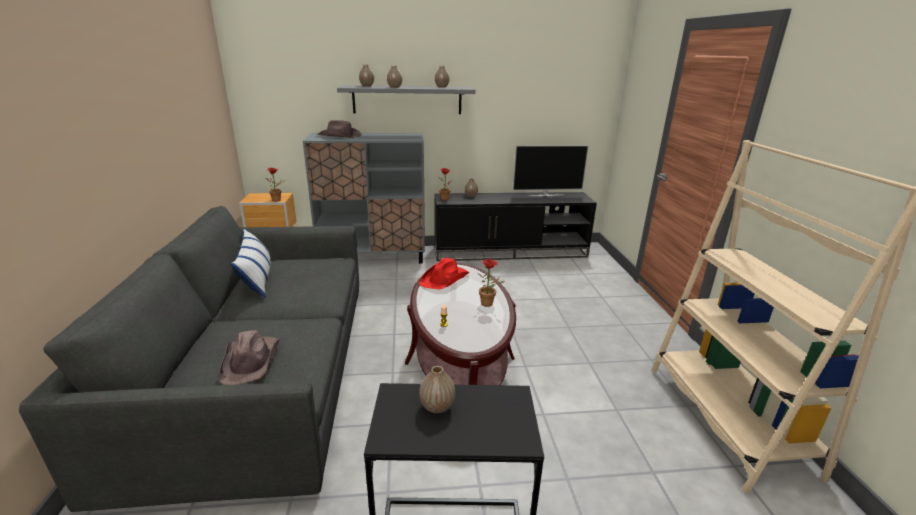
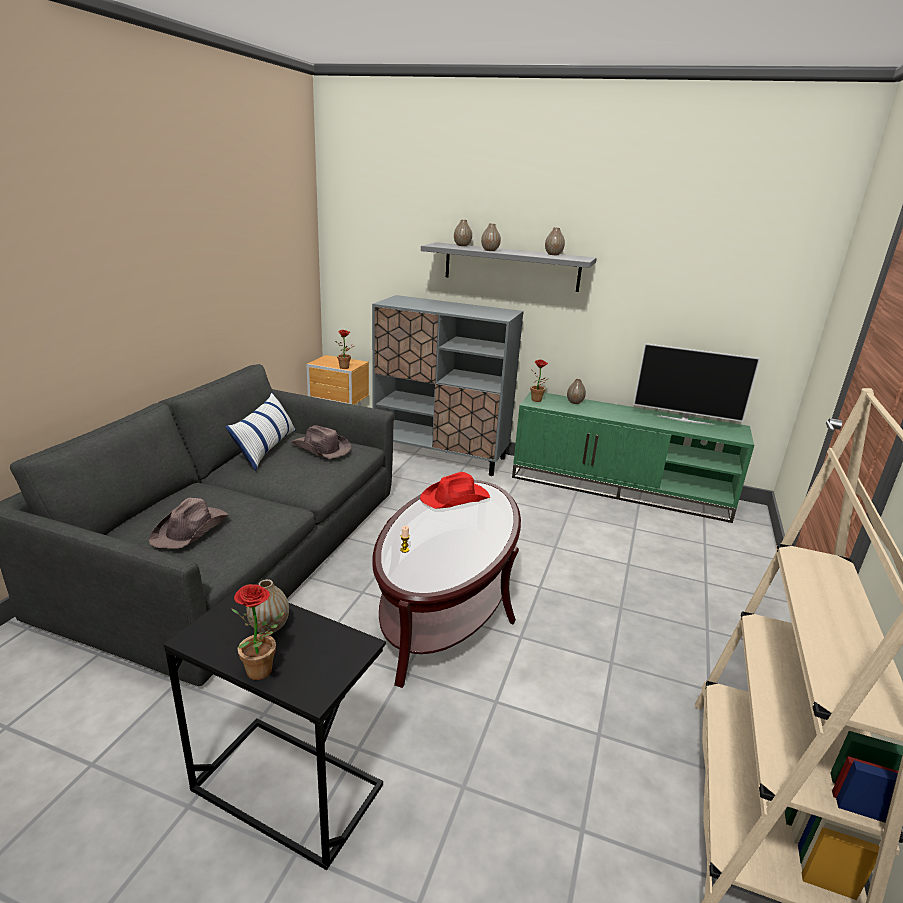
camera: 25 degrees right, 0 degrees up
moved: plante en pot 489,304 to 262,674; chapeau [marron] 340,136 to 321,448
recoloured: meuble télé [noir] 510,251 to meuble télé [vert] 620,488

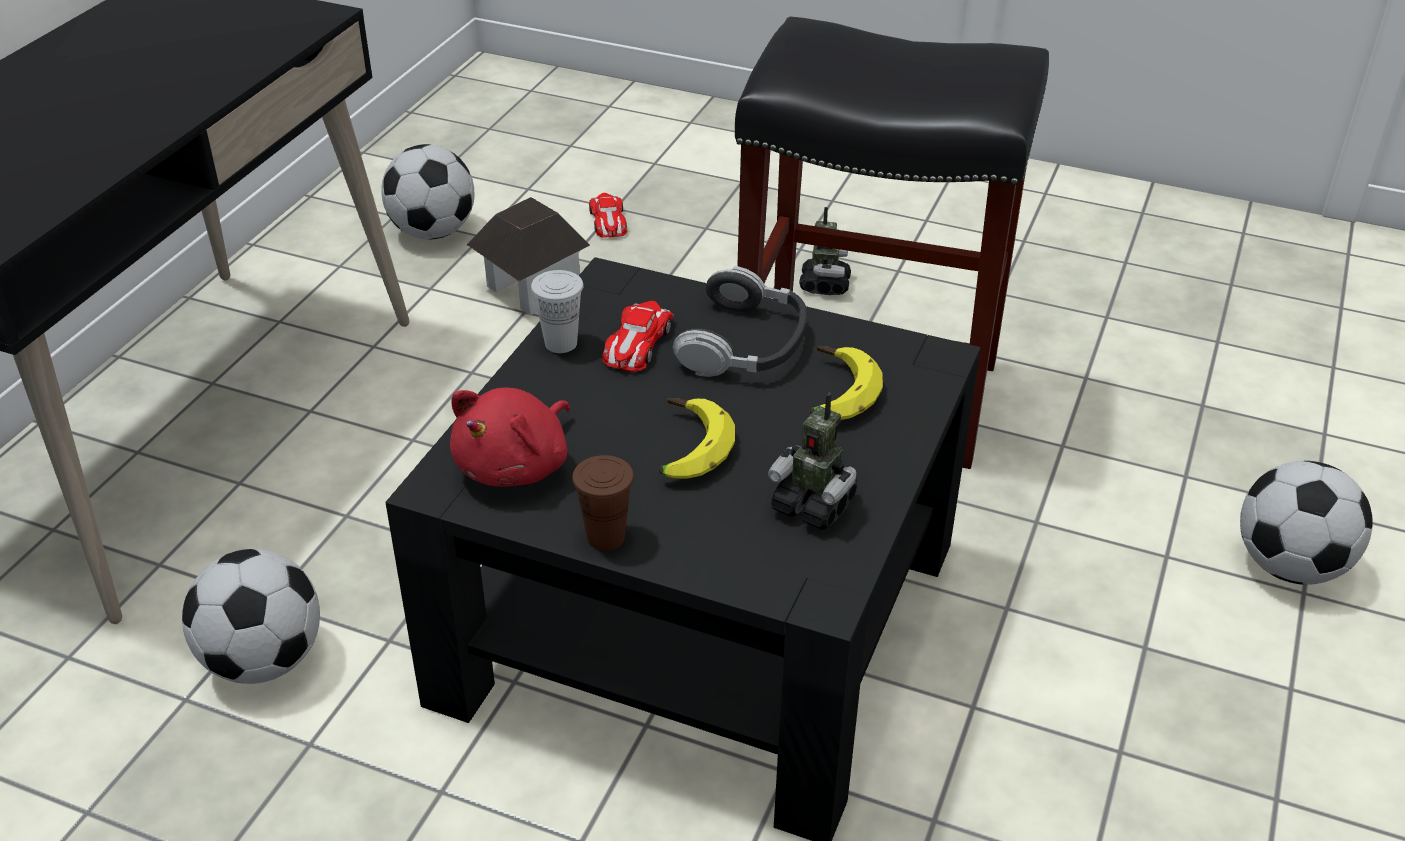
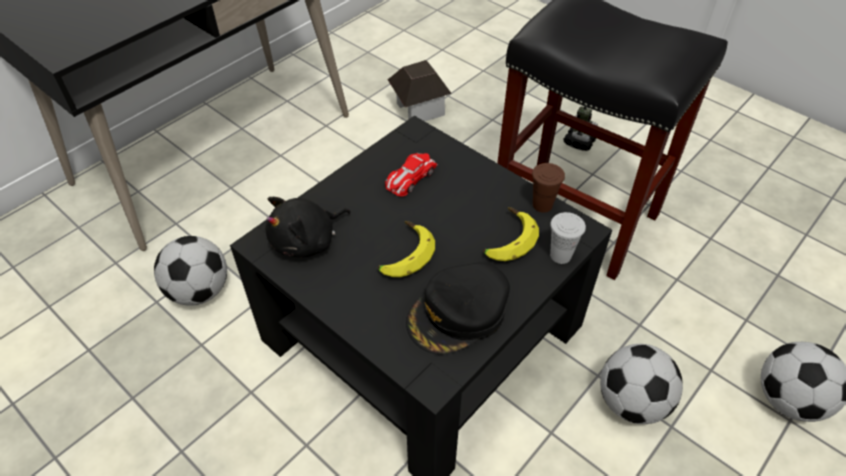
camera: 20 degrees right, 10 degrees up
removed: petite voiture 608,221; casque audio 745,343
moved: tasse [marron] 606,537 to 542,205; tasse [blanc] 561,343 to 560,255; ballon de foot 432,232 to 631,403
replaced: robot jouet 813,505 to casquette [noir] 458,314
recoloured: peluche [rouge] 516,466 to peluche [noir] 307,241

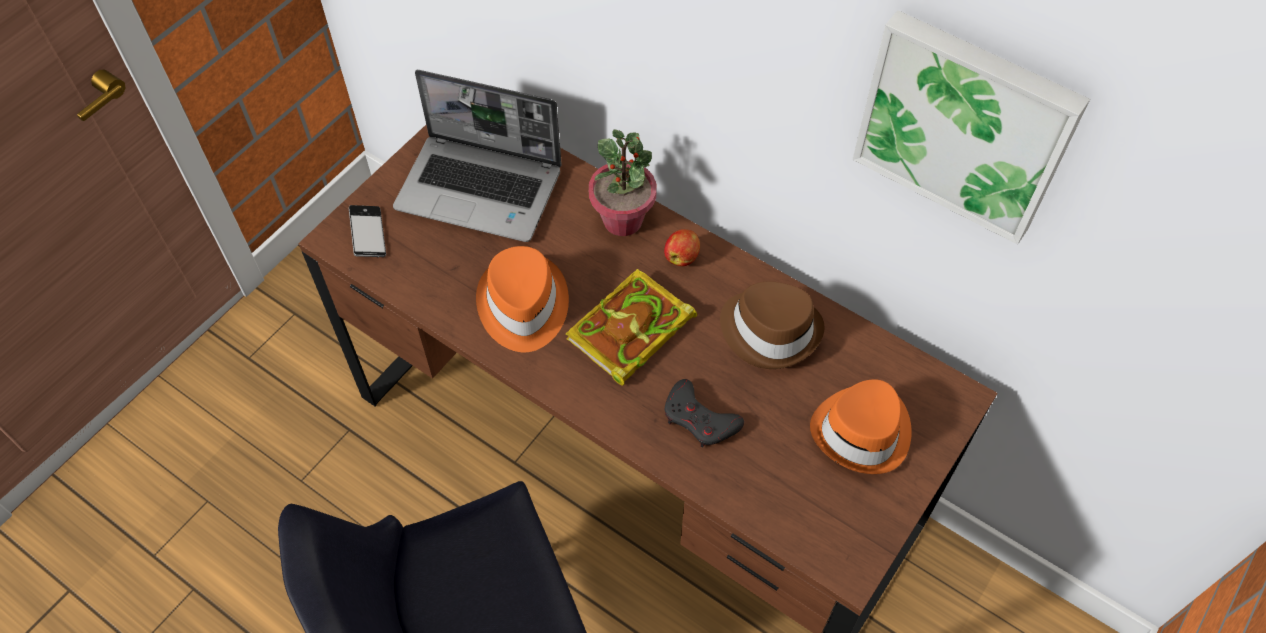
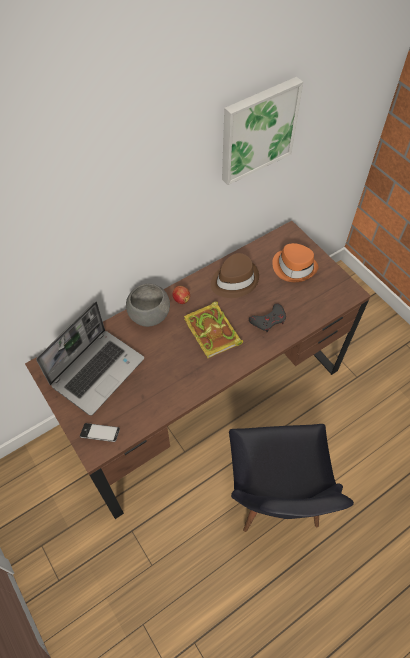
camera: 70 degrees left, 0 degrees up
removed: chapeau [orange] 522,306
replaced: plante en pot 623,220 to bol [gris] 148,315

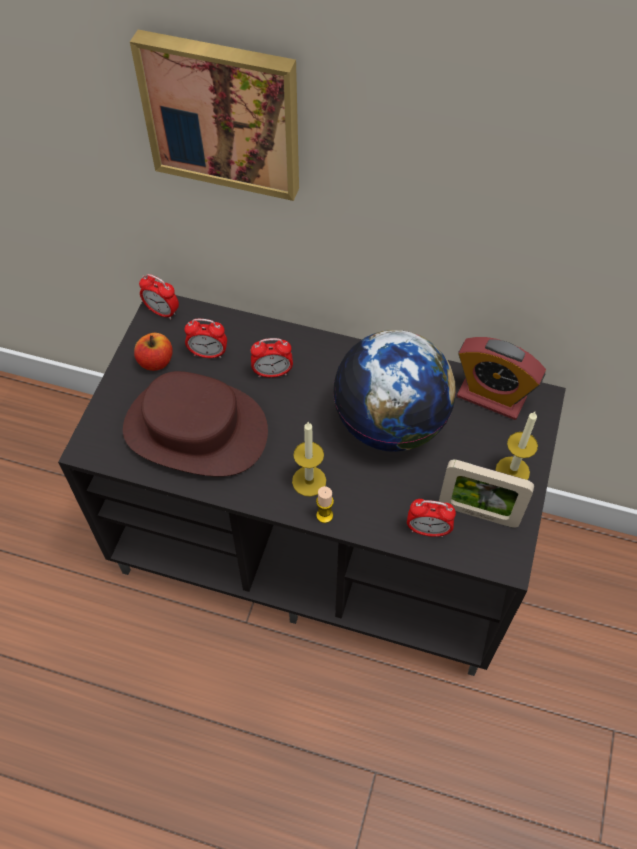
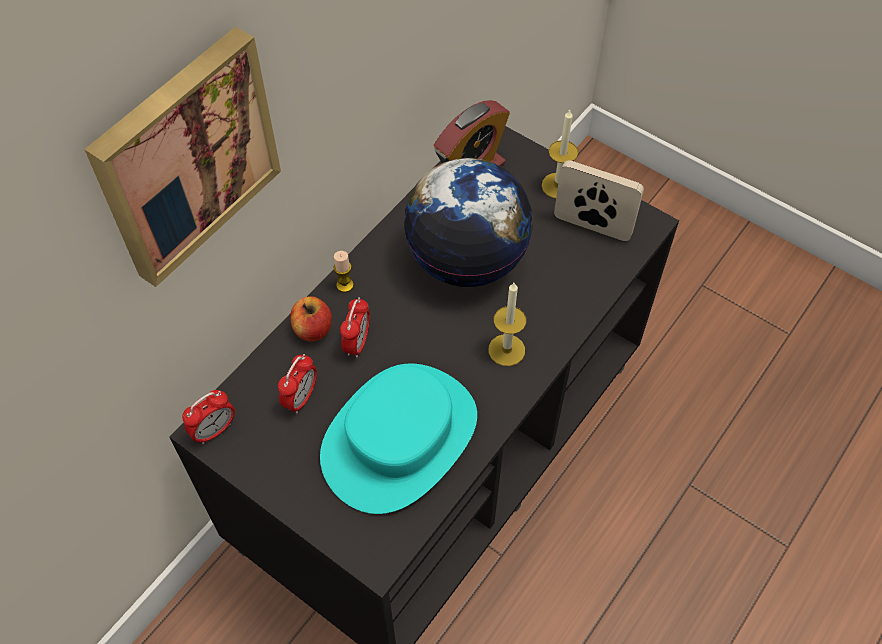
camera: 70 degrees left, 0 degrees up
removed: réveil 428,530
moved: pomme 156,361 to 313,329; bougie 324,515 to 345,285
recoloured: chapeau [marron] 195,430 to chapeau [turquoise] 400,439
turned: cadre photo 478,513 = 592,226 105 degrees counterclockwise

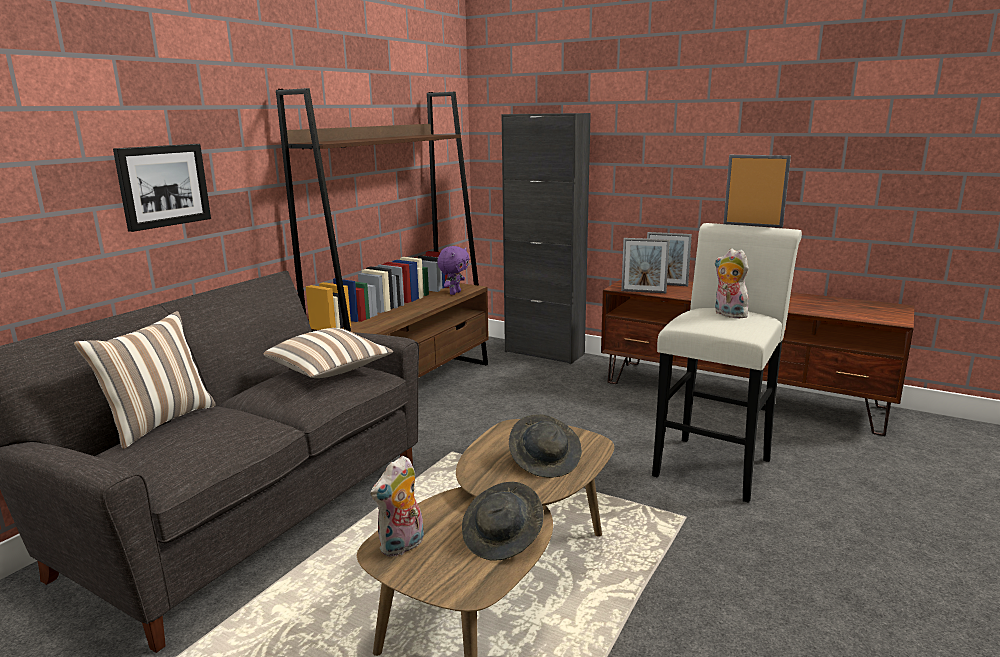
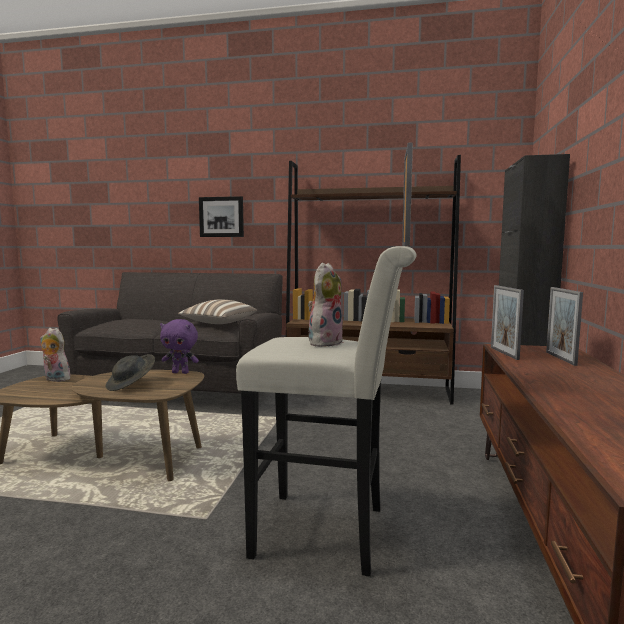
camera: 70 degrees right, 10 degrees down
removed: coussin 158,422; chapeau [gris] 503,538
moved: peluche [violet] 454,293 to 181,372

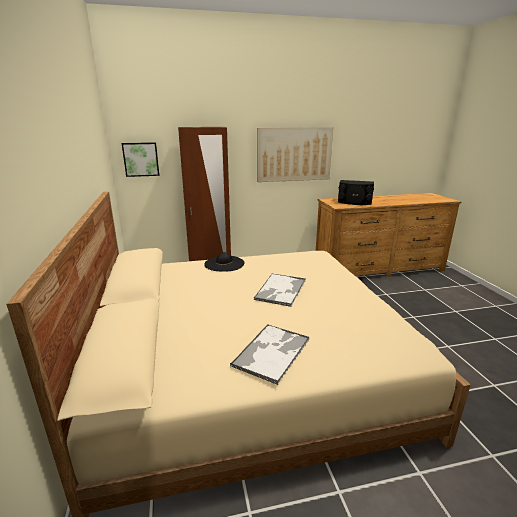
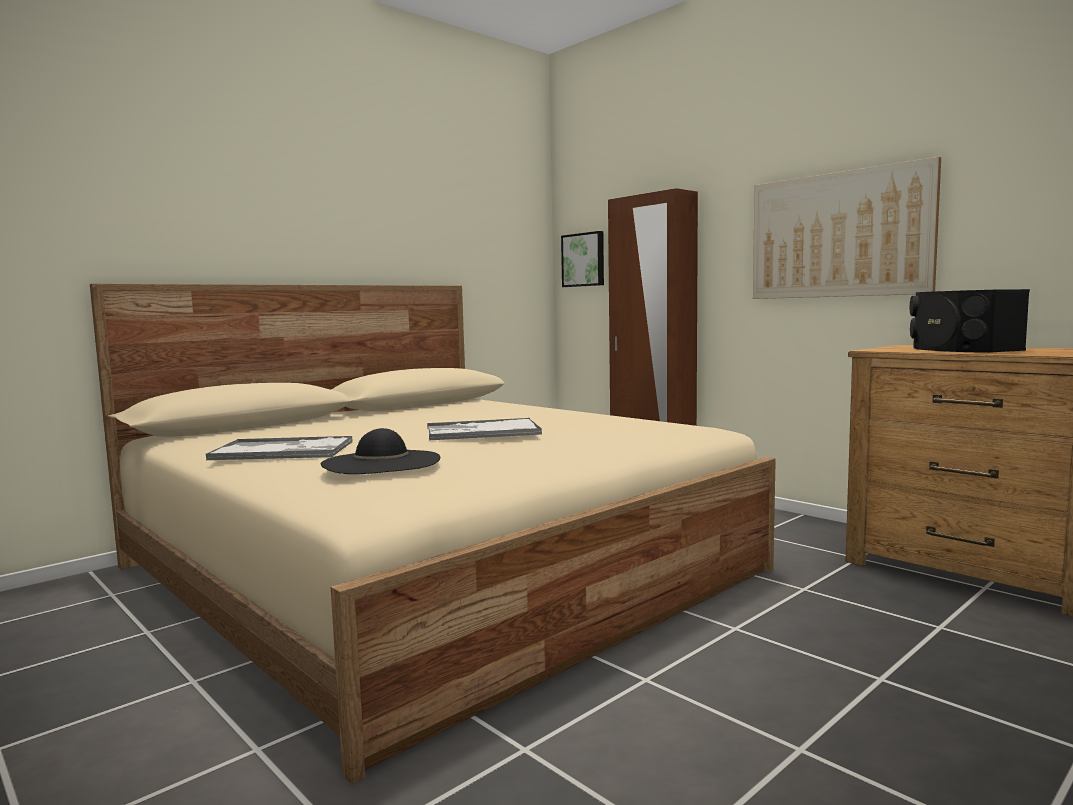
camera: 60 degrees right, 15 degrees down
moved: chapeau [noir] 224,263 to 381,462

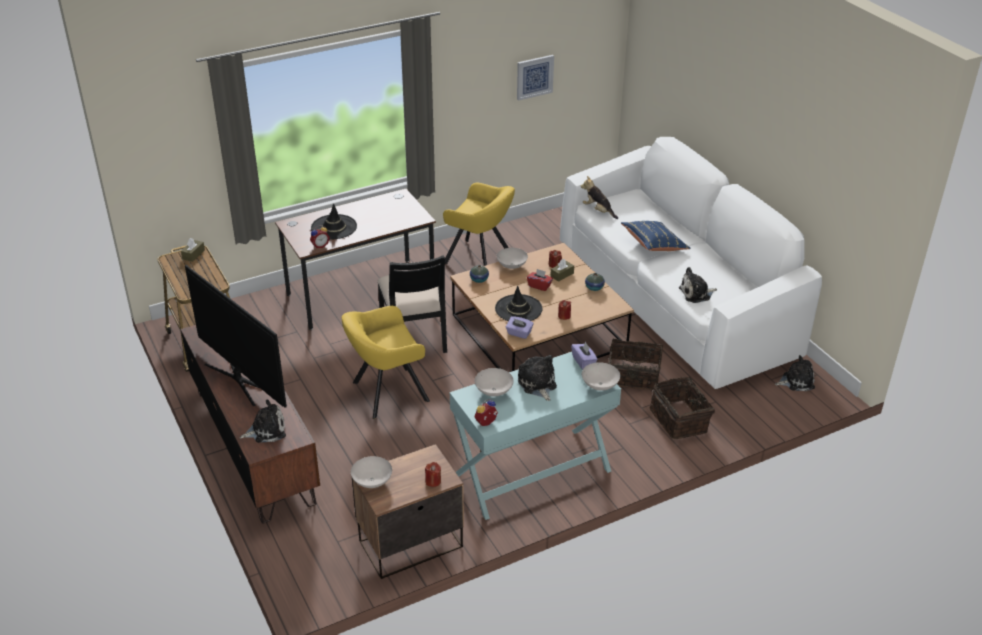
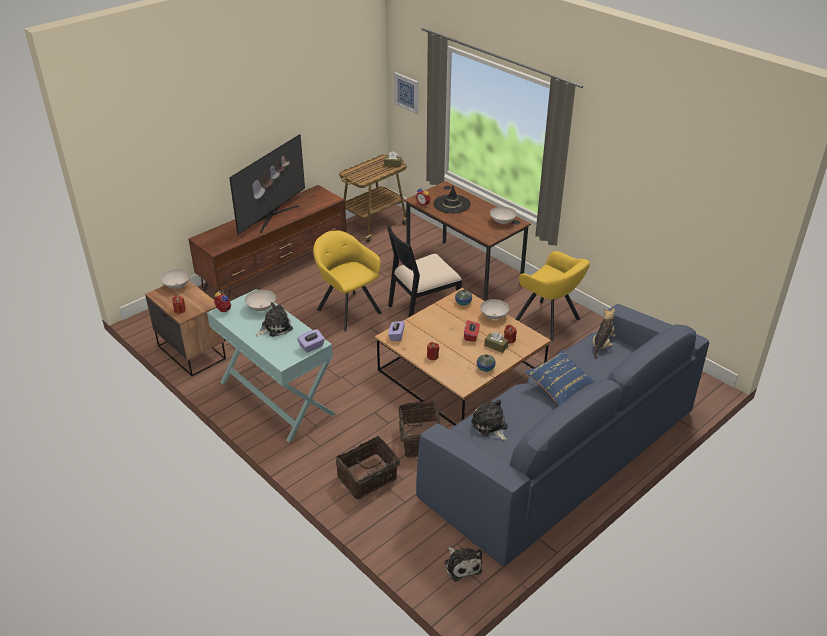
camera: 75 degrees right, 0 degrees up
removed: peluche 266,430; chapeau [noir] 518,309
moved: tableau 534,77 to 407,92; bol [blanc] 600,385 to 503,222
recoloured: canapé [blanc] 674,298 to canapé [bleu] 561,455
turned: fauteuil [jaune] 480,259 = 549,321 60 degrees counterclockwise

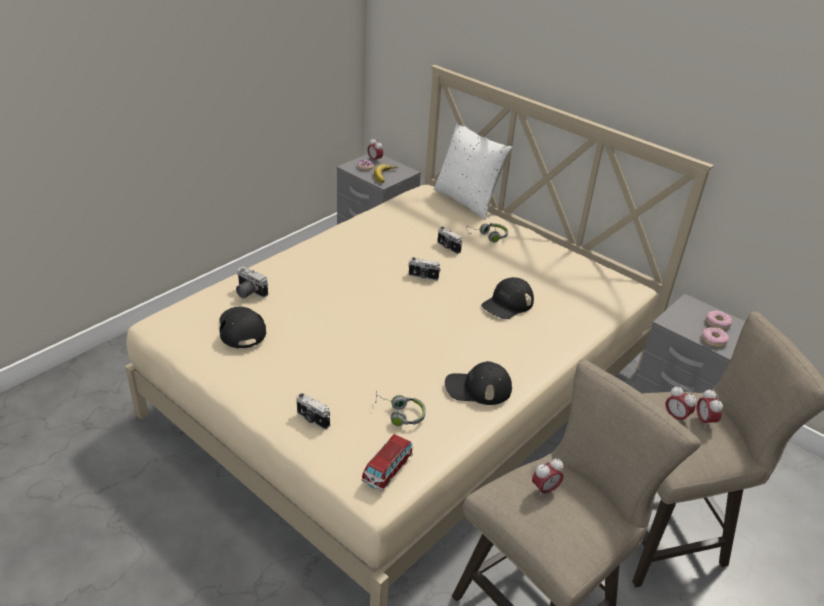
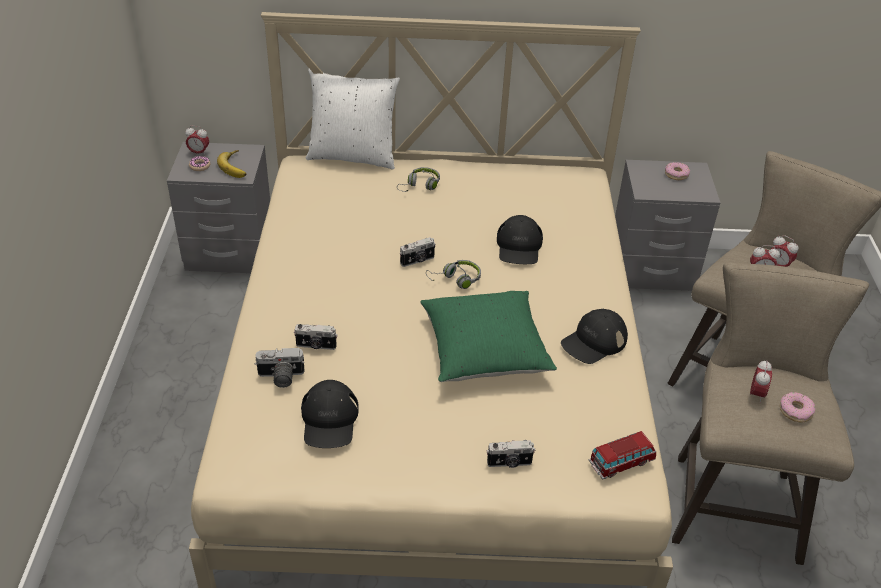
camera: 40 degrees left, 5 degrees up
added: coussin [vert] 484,352
moved: appareil photo 448,247 to 316,346; casque audio [gris] 399,414 to 456,279; beignet 713,340 to 795,411
turned: casquette [noir] 241,328 = 329,420 120 degrees counterclockwise; petite voiture 387,470 = 621,463 105 degrees counterclockwise

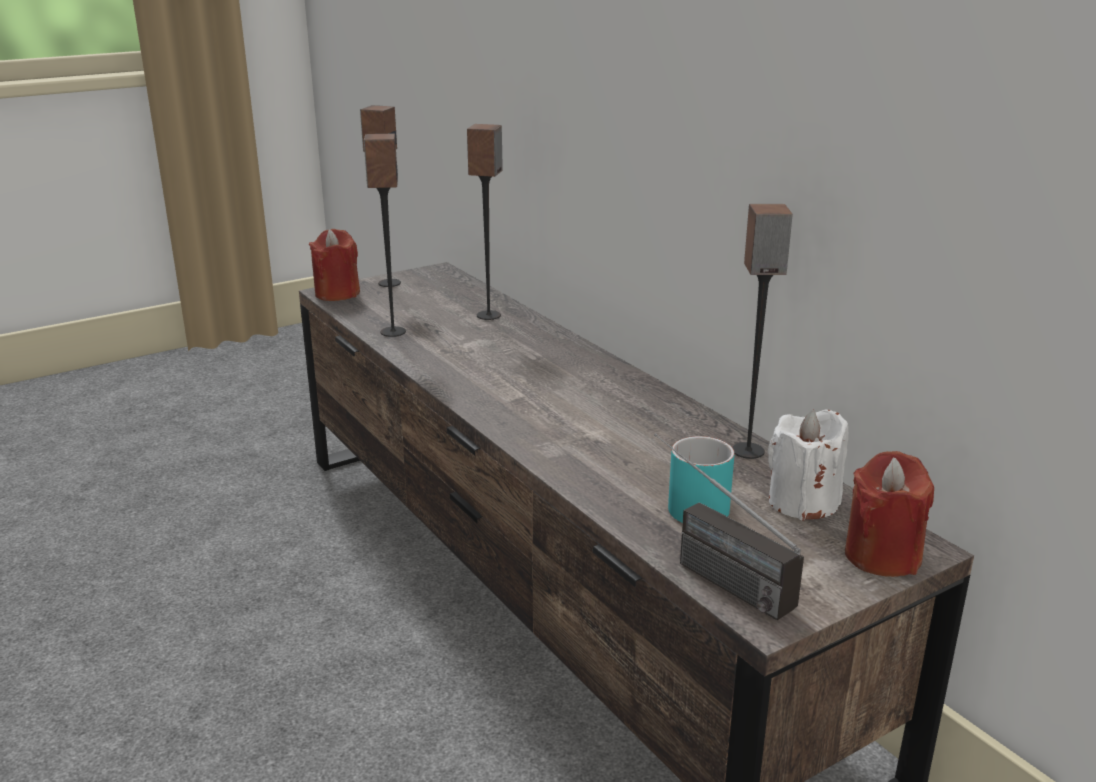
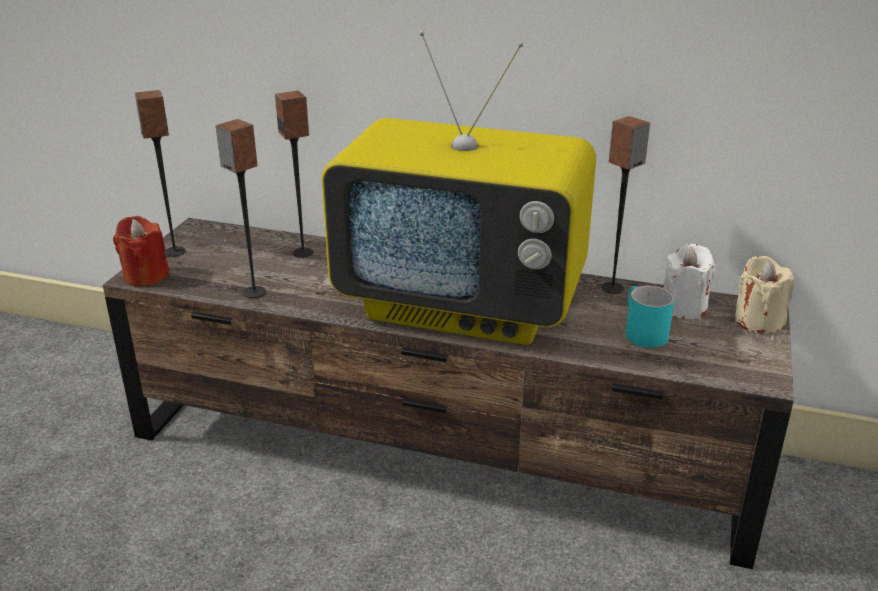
camera: 40 degrees left, 5 degrees up
removed: radio 708,571
added: téléviseur 464,306
recoloured: bougie [rouge] 882,556 to bougie [beige] 758,321

